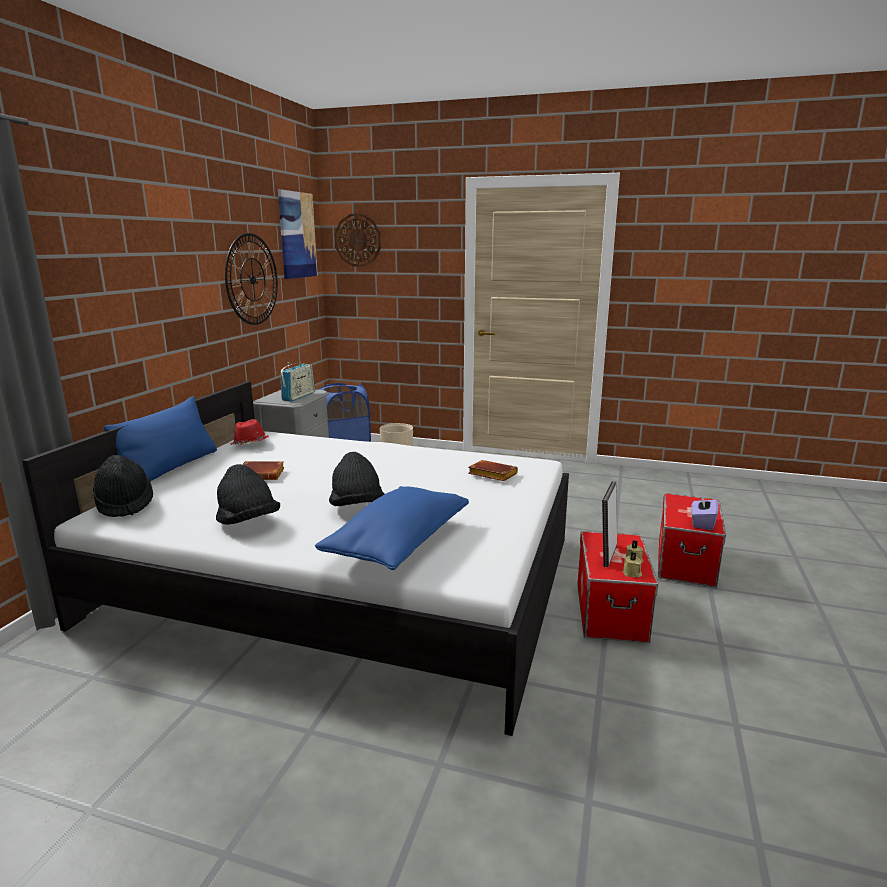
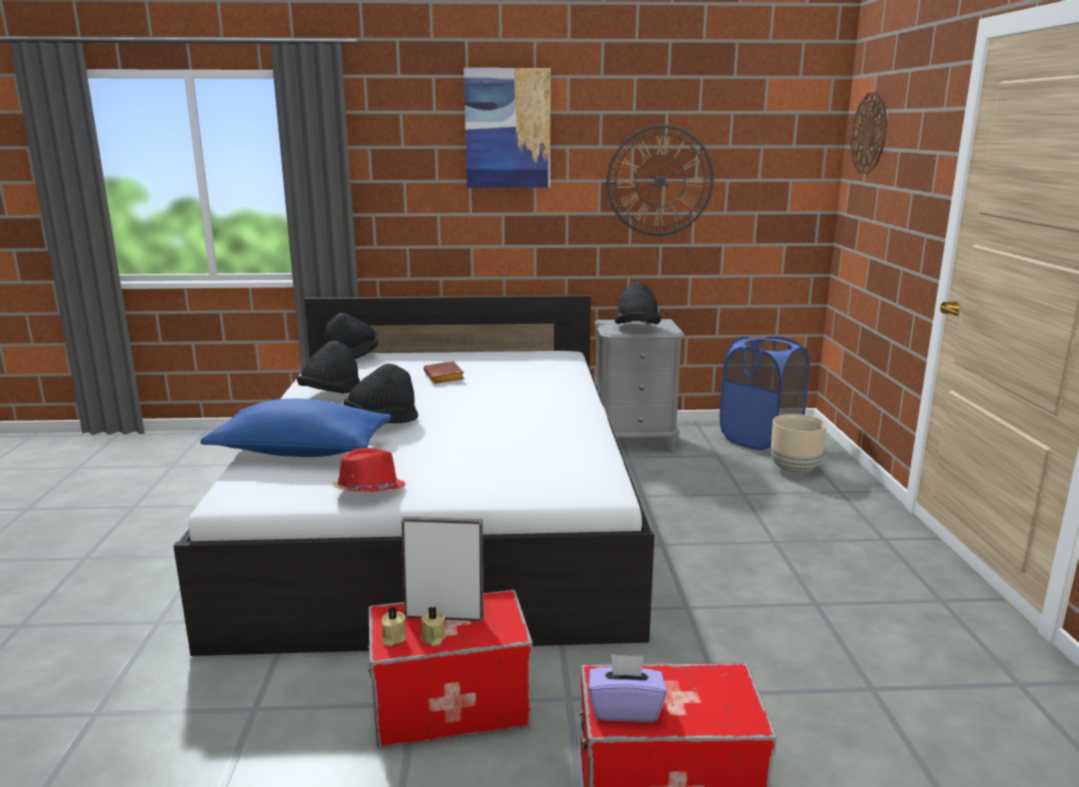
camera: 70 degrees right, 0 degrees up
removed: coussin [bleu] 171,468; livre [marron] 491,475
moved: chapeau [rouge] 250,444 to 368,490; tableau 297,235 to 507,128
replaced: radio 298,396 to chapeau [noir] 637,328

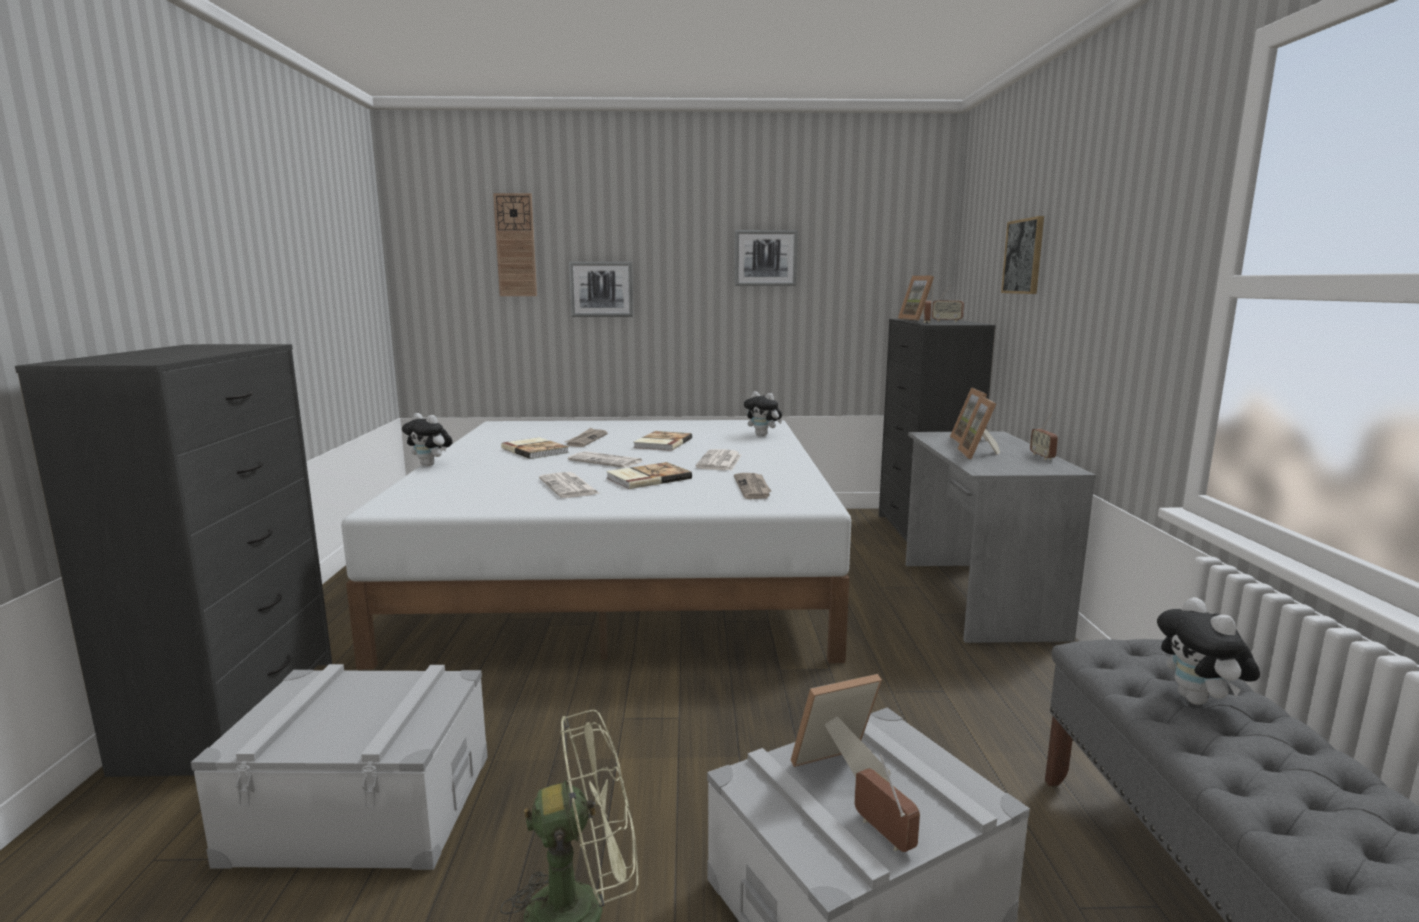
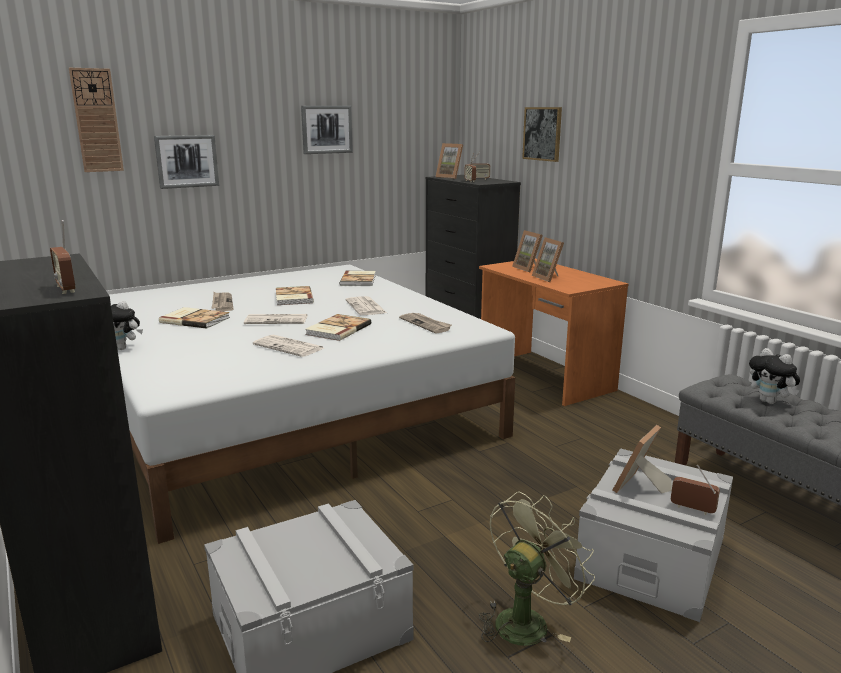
camera: 30 degrees left, 5 degrees up
moved: radio 1042,457 to 66,289
replaced: peluche 763,435 to livre 359,280
recoloured: bureau [gris] 977,599 to bureau [orange] 544,376

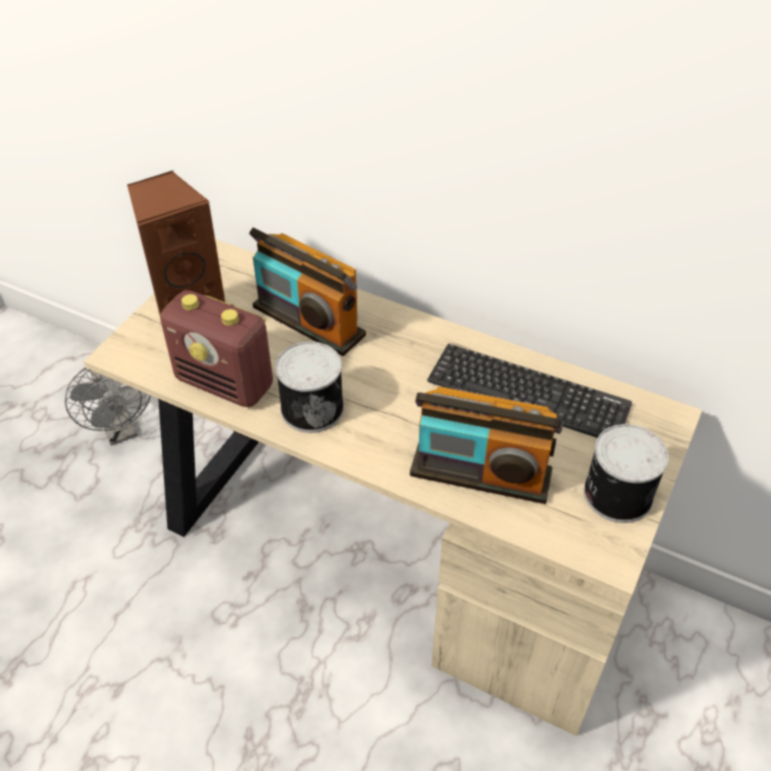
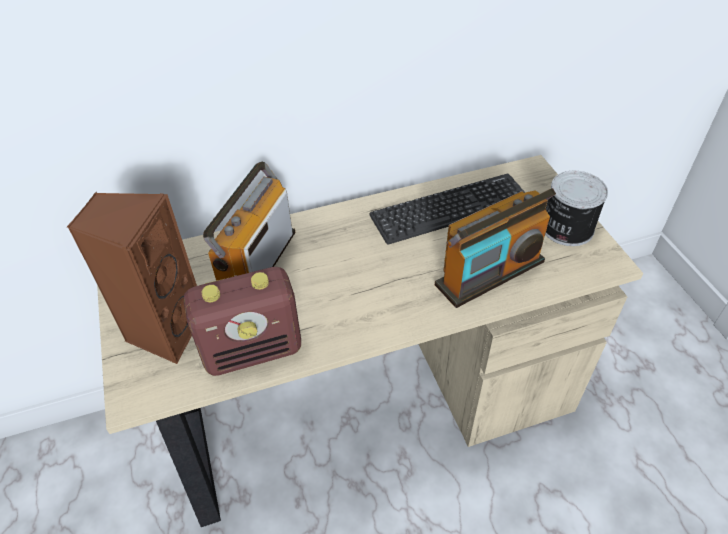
camera: 45 degrees left, 0 degrees up
removed: ventilateur [gris] 121,431; boîte métallique 312,407
turned: radio 308,321 = 256,264 120 degrees clockwise

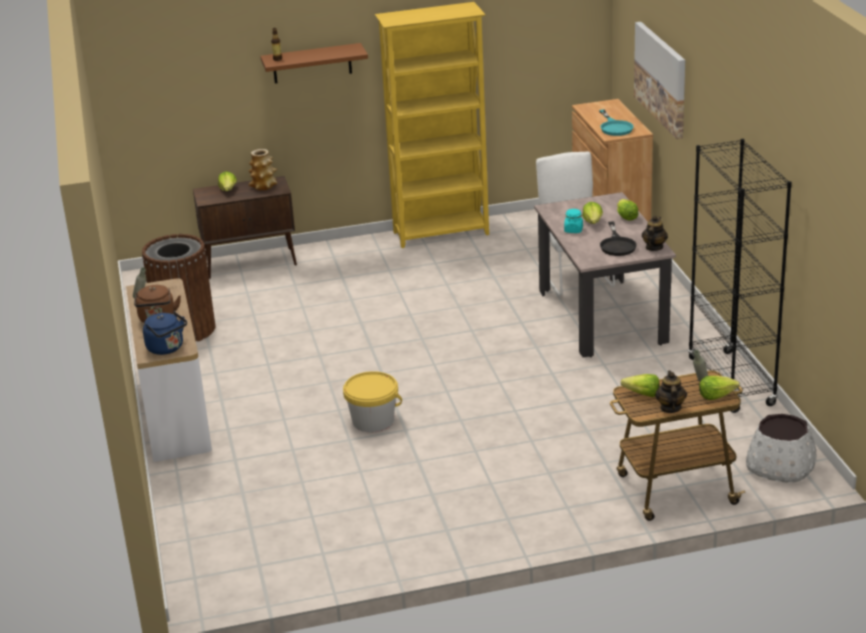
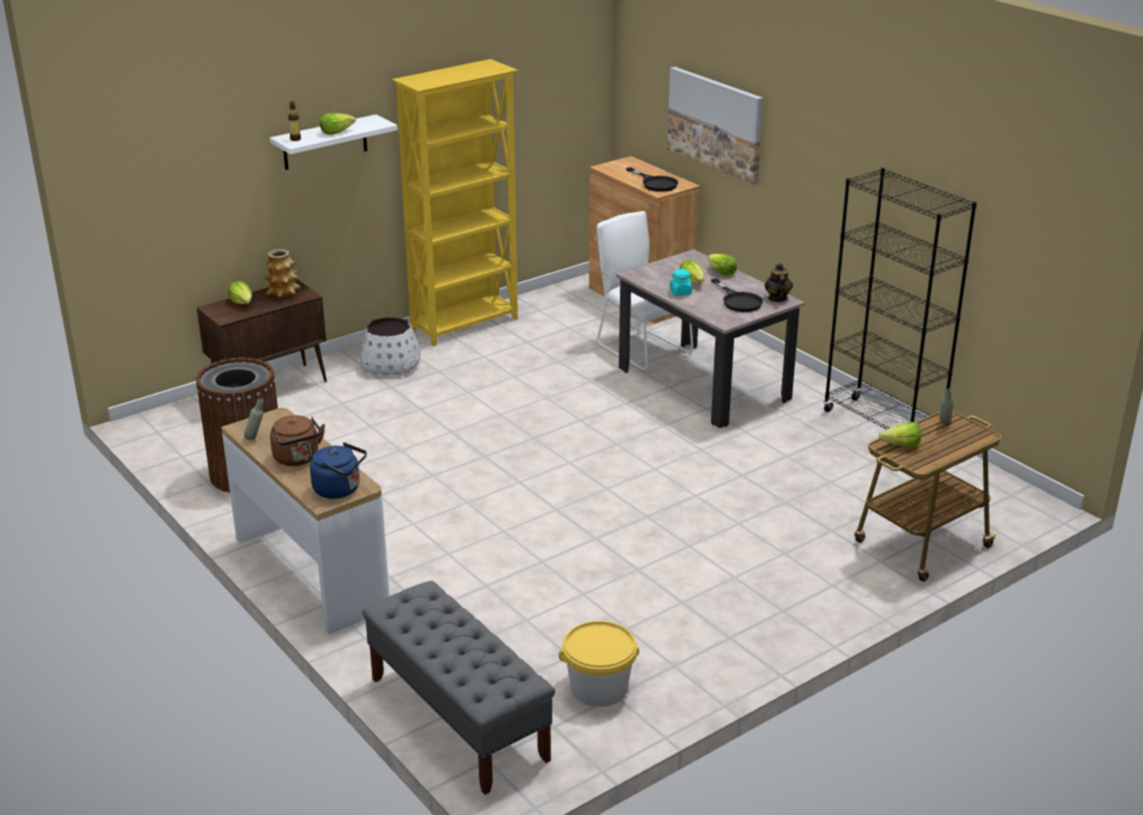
camera: 25 degrees left, 0 degrees up
removed: théière 670,408
added: banc [gris] 457,718
moved: laitue 716,395 to 336,132; cache-pot [blanc] 780,466 to 391,364; seau [jaune] 373,421 to 599,688
recoloured: étagère [marron] 312,63 to étagère [blanc] 325,142; poêle [turquoise] 614,127 to poêle [noir] 655,183

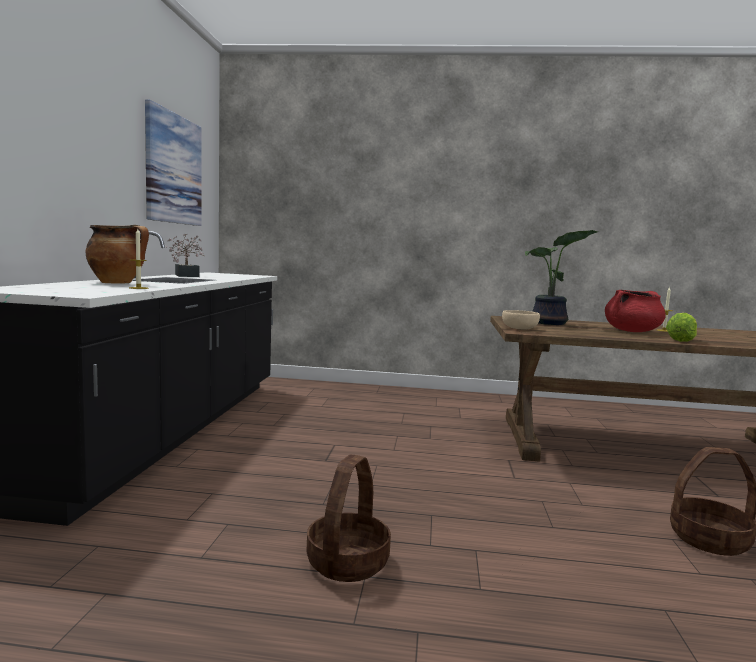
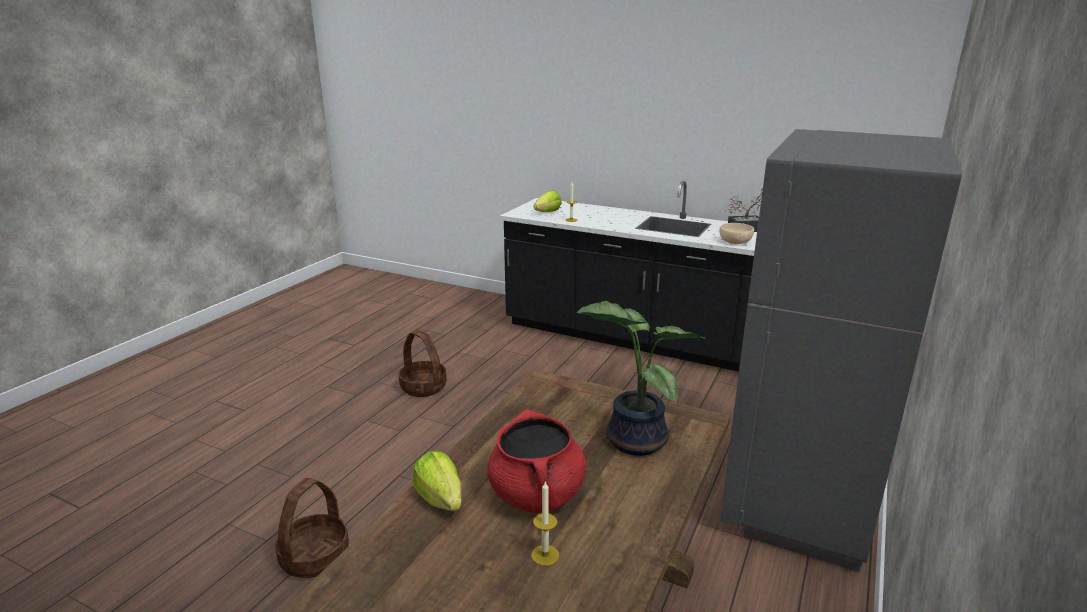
camera: 110 degrees right, 15 degrees up
removed: marmite 118,283; tableau 173,169
added: laitue 548,212; réfrigérateur [gris] 797,503
moved: bol [beige] 519,328 to 735,241

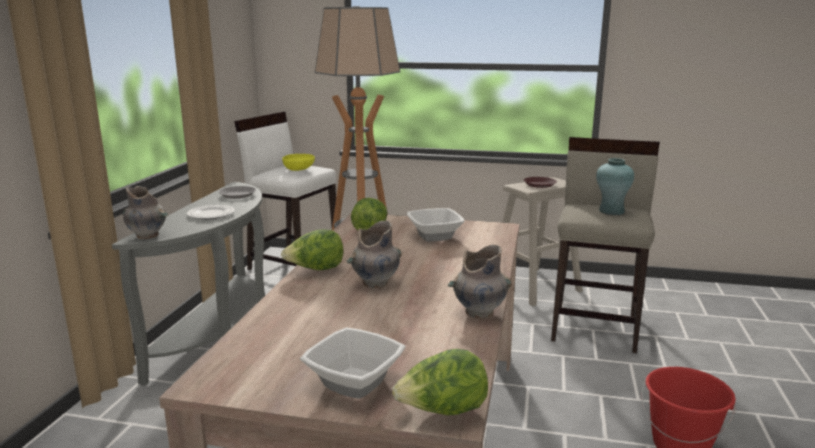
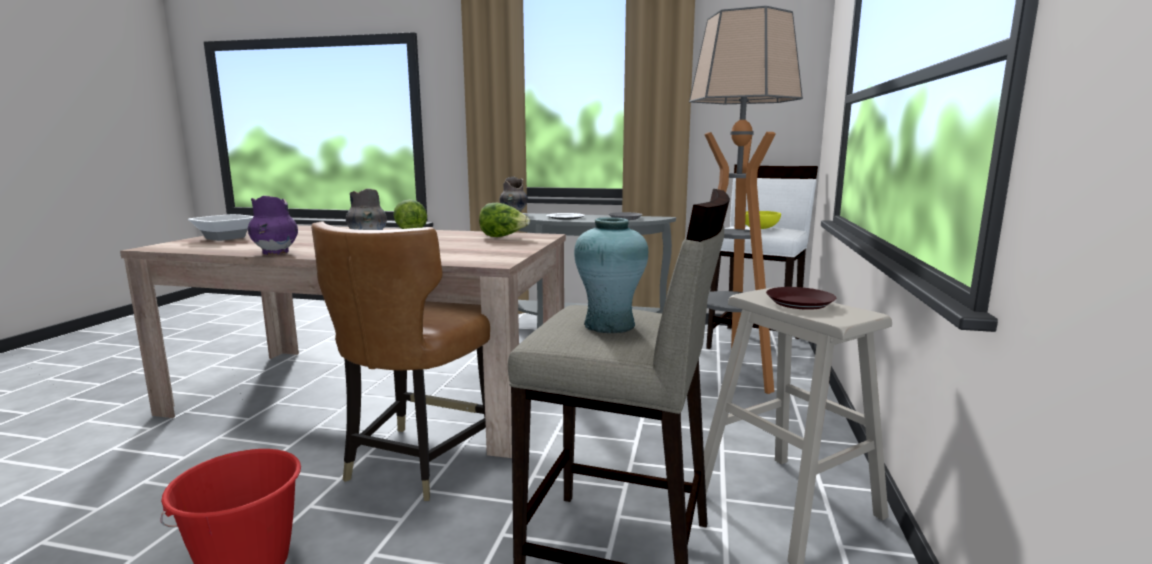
camera: 90 degrees right, 5 degrees down
removed: laitue 442,412; bol 435,236
added: chaise [marron] 418,461
recoloured: vase [gris] 478,313 to vase [violet] 276,253

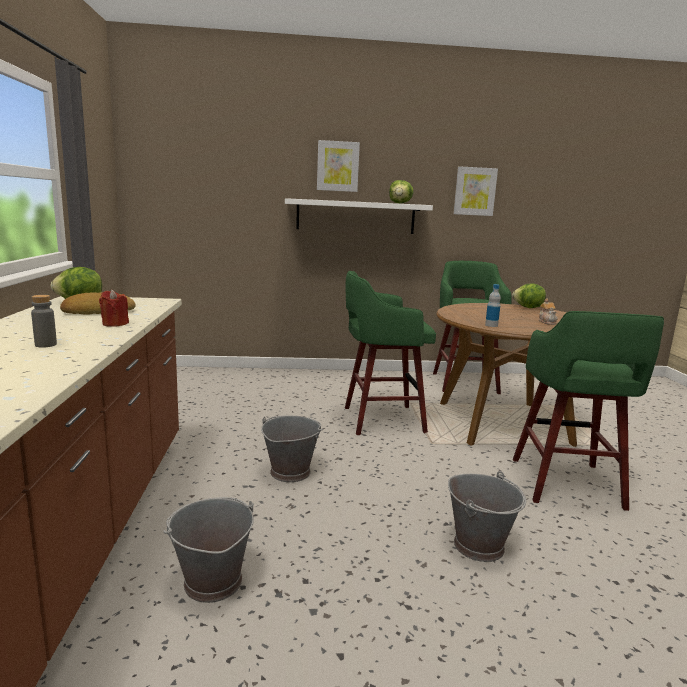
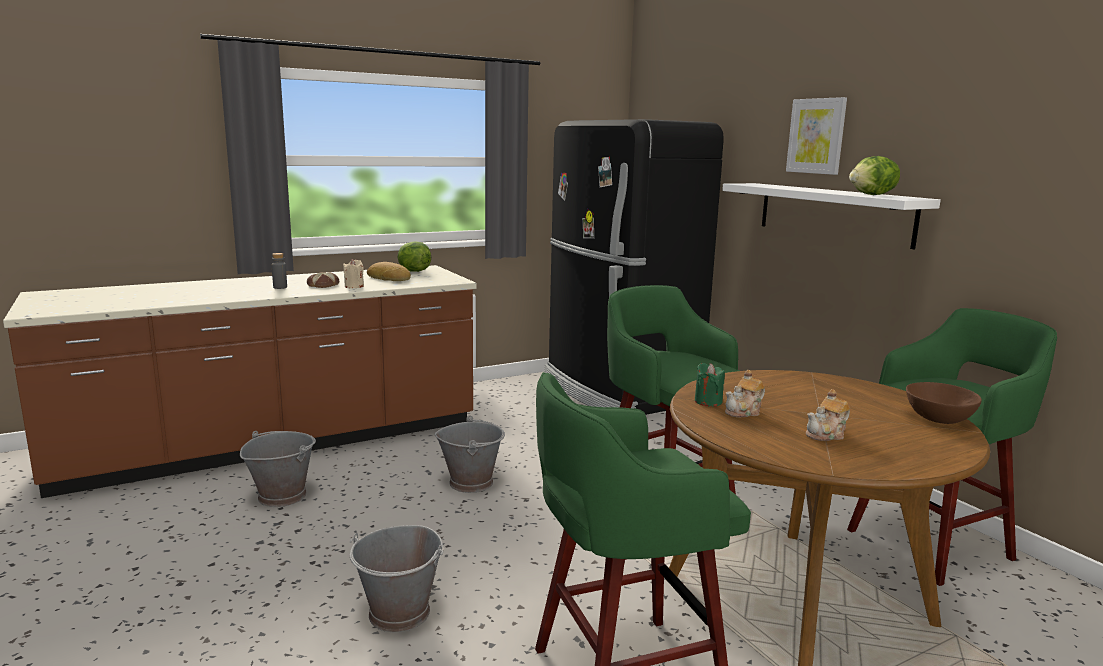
camera: 65 degrees right, 0 degrees up
removed: tableau 474,191
added: pain 322,285; réfrigérateur [noir] 617,390; théière 744,412
replaced: bouteille 491,325 to bougie [vert] 708,401; laitue 528,308 to bol [marron] 938,419
recoloured: bougie [rouge] 115,324 to bougie [beige] 354,286

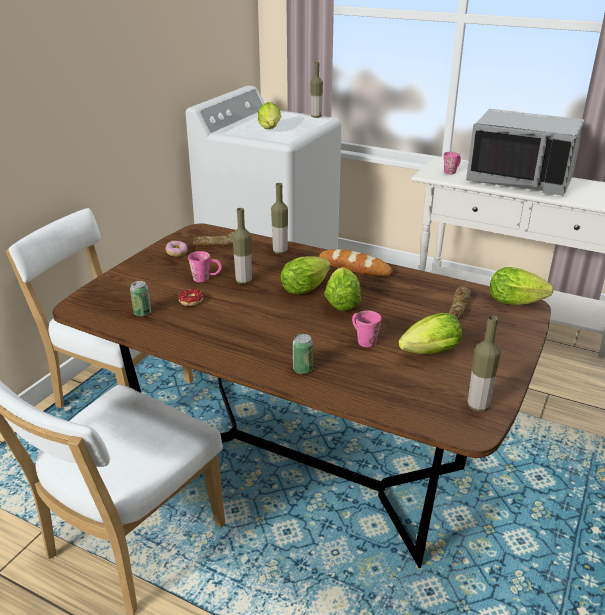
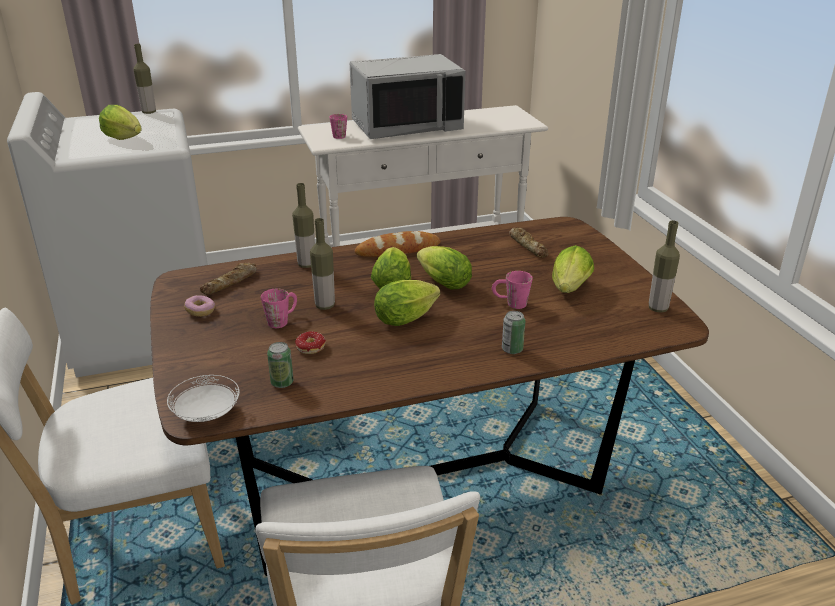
camera: 45 degrees left, 0 degrees up
added: assiette [blanc] 206,414
moved: laitue 518,303 to 408,318

